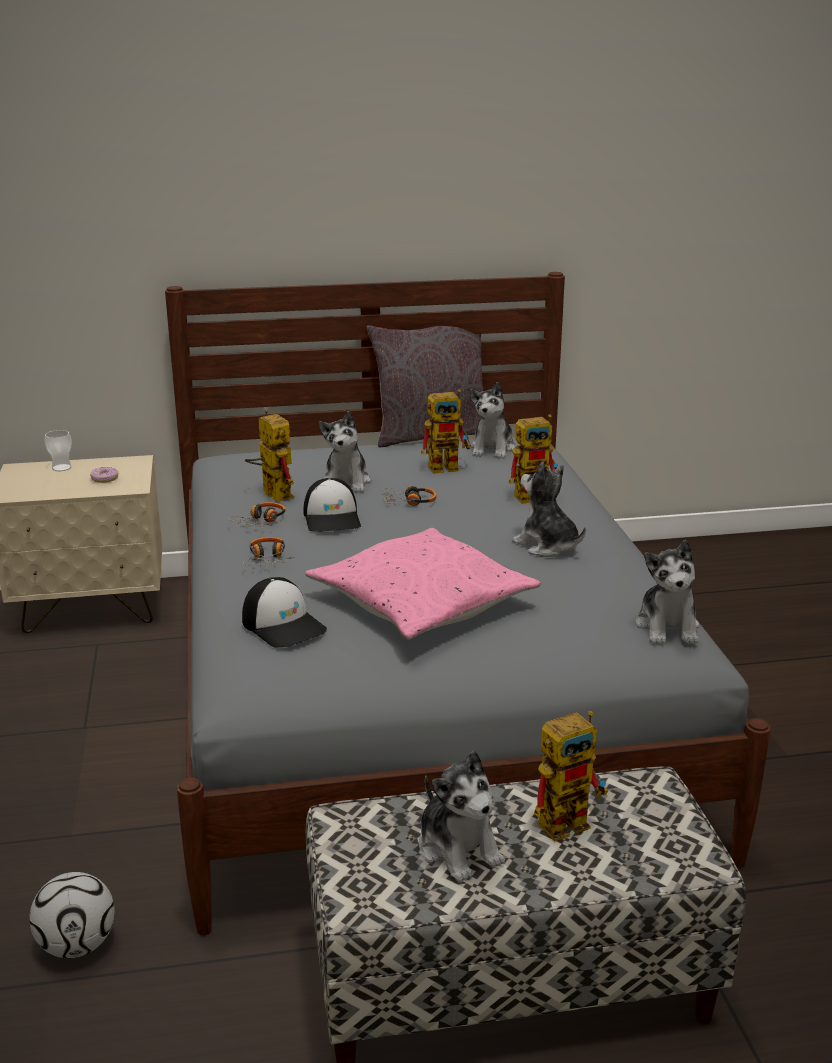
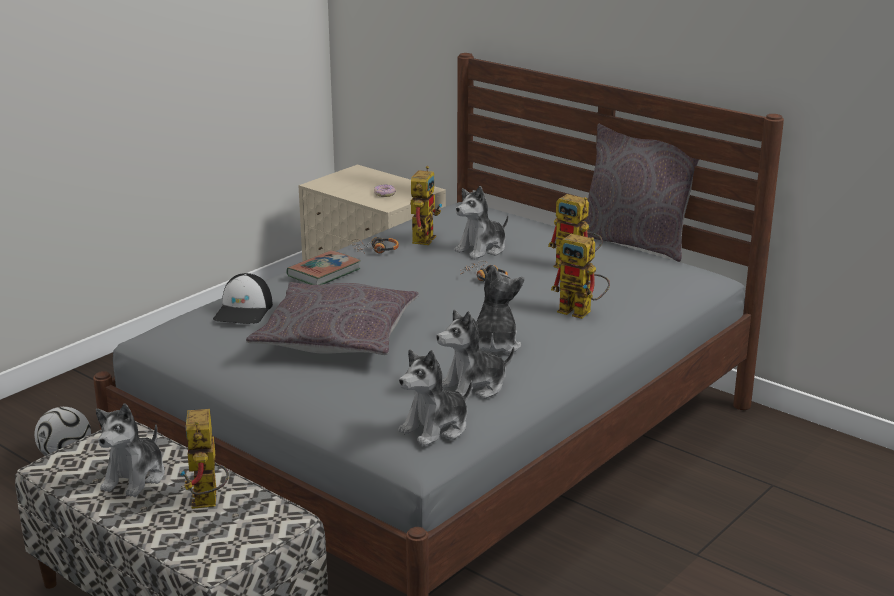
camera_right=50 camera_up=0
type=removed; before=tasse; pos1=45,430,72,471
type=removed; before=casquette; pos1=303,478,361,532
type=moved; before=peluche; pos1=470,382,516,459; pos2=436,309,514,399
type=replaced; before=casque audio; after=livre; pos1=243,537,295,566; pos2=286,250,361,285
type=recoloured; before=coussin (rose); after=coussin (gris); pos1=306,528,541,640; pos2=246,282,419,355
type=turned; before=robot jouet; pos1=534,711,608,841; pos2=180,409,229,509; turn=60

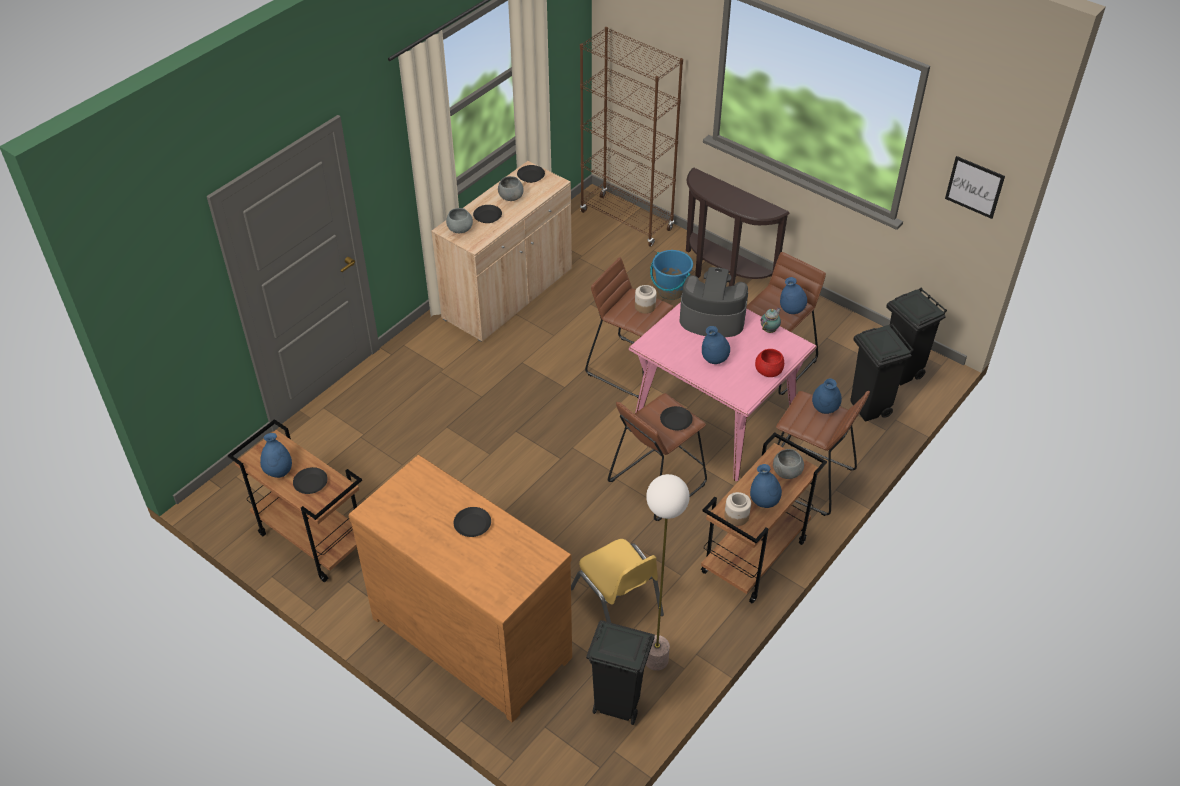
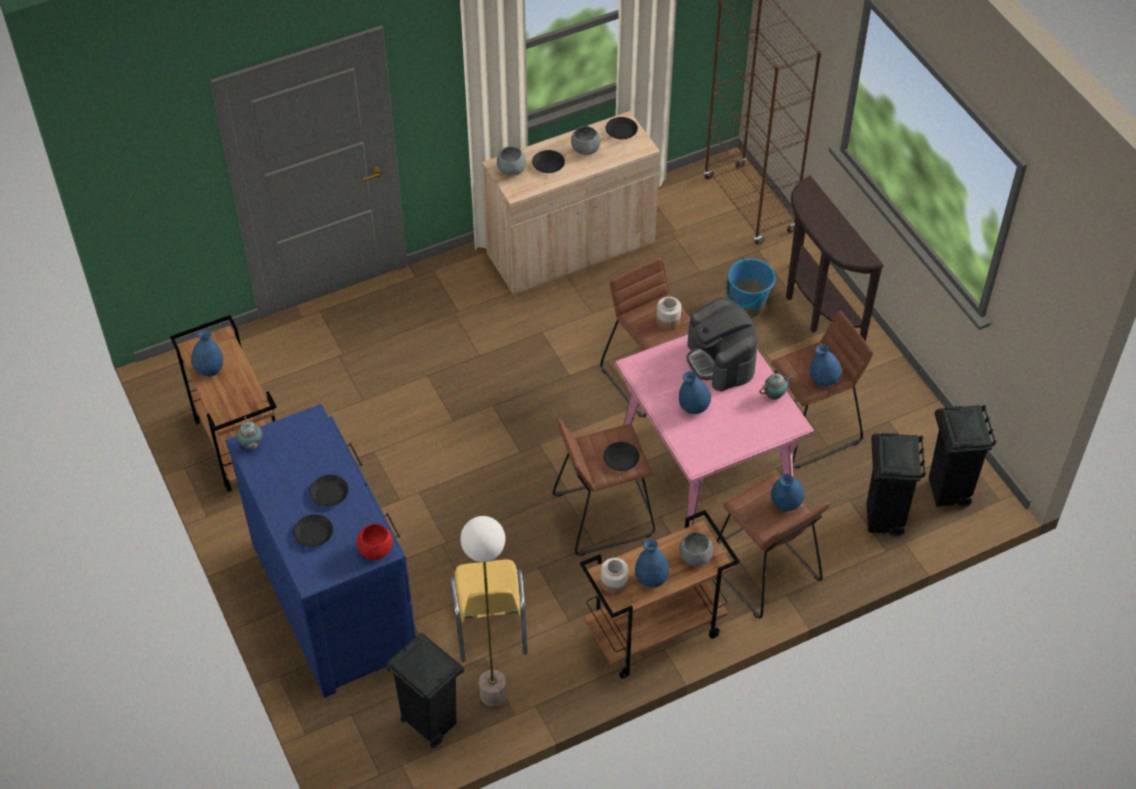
camera_right=25 camera_up=5
type=removed; before=tableau; pos1=945,156,1005,219
type=added; after=théière; pos2=237,417,263,450
type=moved; before=assiette (noir); pos1=293,467,328,494; pos2=294,514,333,547
type=moved; before=bol (rouge); pos1=755,349,784,377; pos2=357,524,393,560
type=recoloured; before=commode (marron); after=commode (bleu); pos1=348,455,572,722; pos2=226,404,416,698
type=turned; before=machine à café; pos1=680,267,748,337; pos2=686,298,757,391; turn=-150

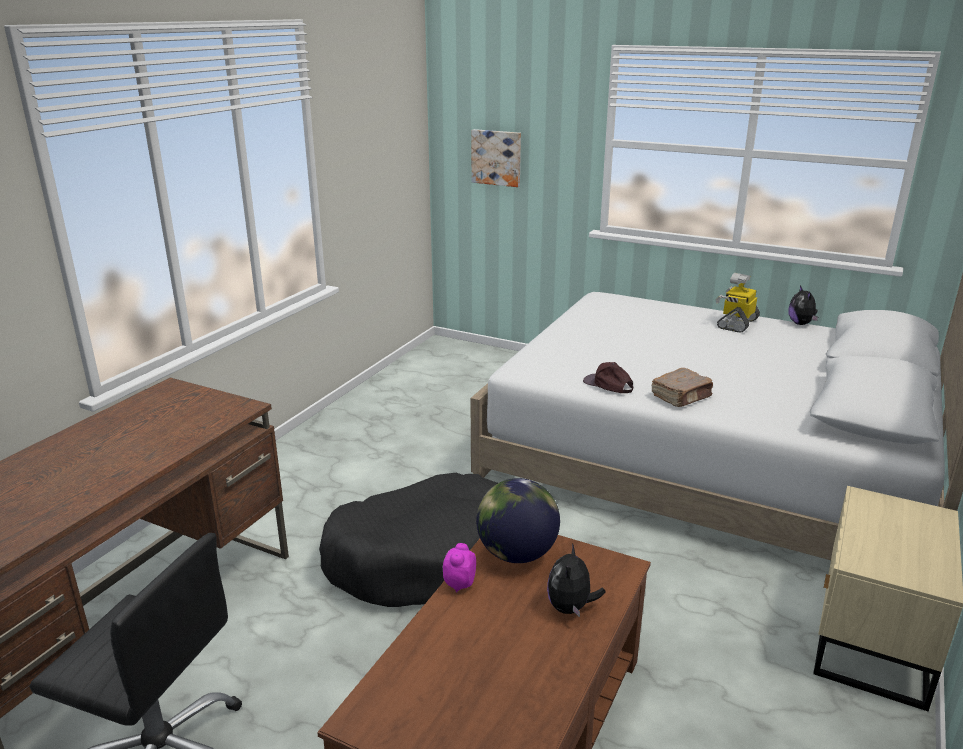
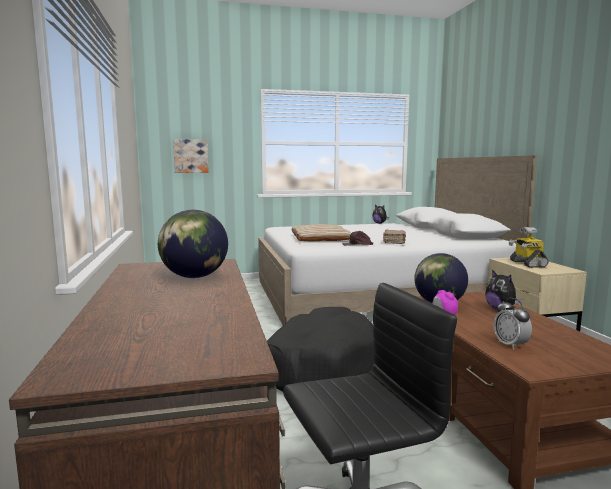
camera_right=-40 camera_up=-15
type=added; after=globe; pos2=158,210,228,278
type=added; after=coussin (beige); pos2=292,224,351,241
type=added; after=réveil; pos2=494,298,532,350
type=moved; before=robot jouet; pos1=716,273,760,333; pos2=509,227,548,268

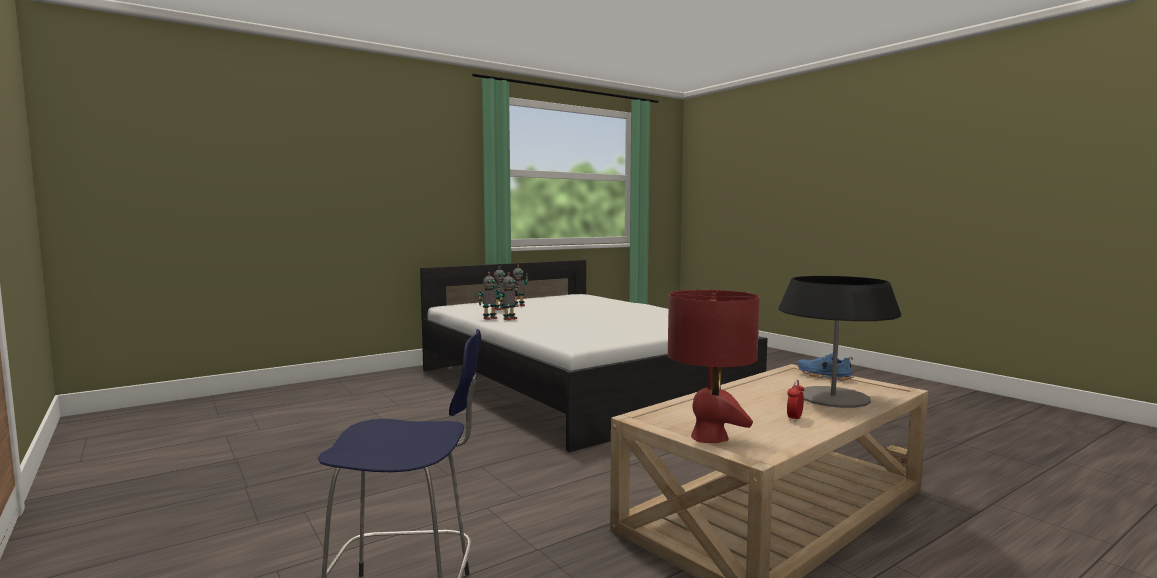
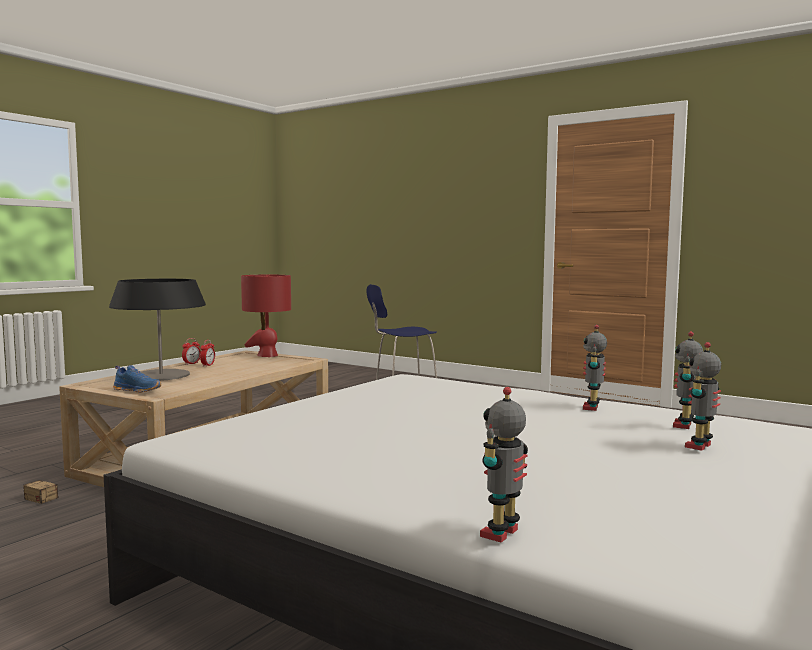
camera_right=160 camera_up=0
type=added; after=réveil; pos2=182,338,201,365
type=moved; before=robot jouet; pos1=478,272,500,320; pos2=480,387,528,543

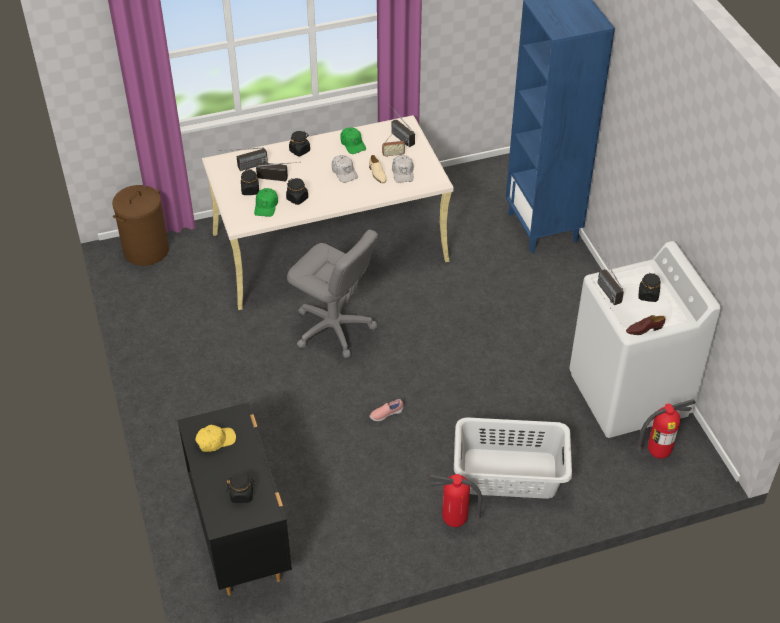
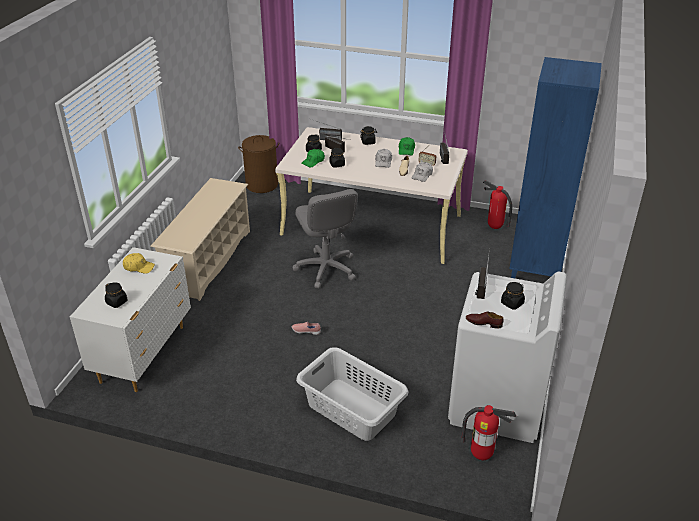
camera_right=35 camera_up=-10
type=added; after=étagère à chaussures (beige); pos2=150,178,250,301
type=moved; before=extincteur; pos1=427,474,482,527; pos2=483,180,512,229
type=recoloured; before=commode (noir); after=commode (blanc); pos1=177,402,292,596; pos2=70,247,191,392

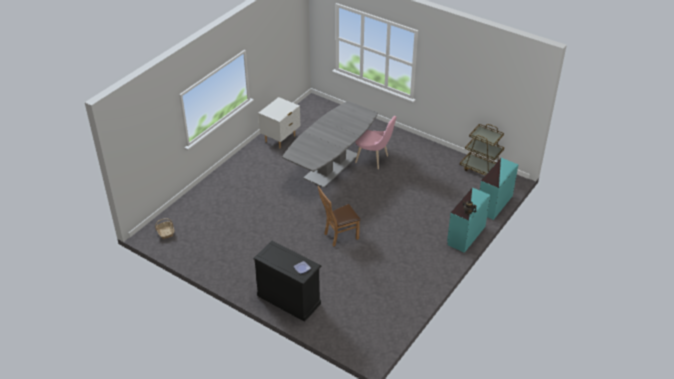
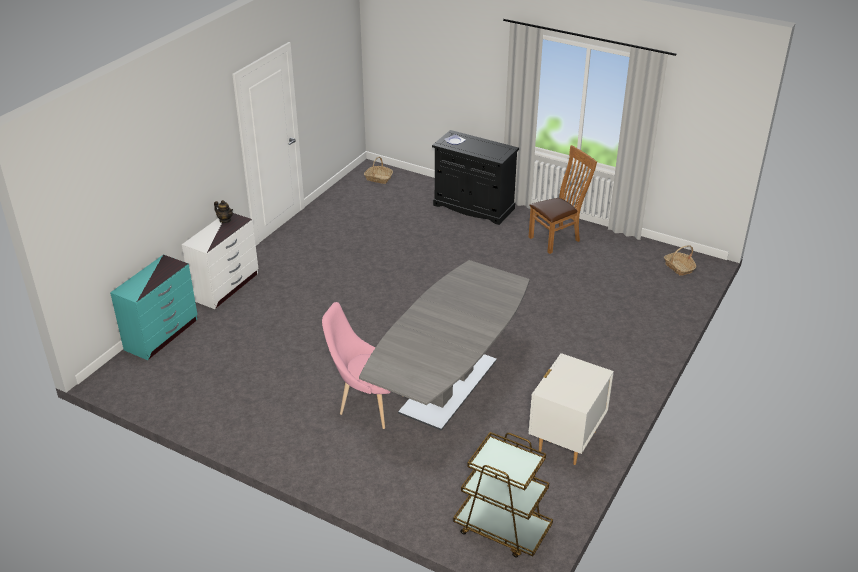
camera_right=175 camera_up=-5
type=added; after=panier; pos2=364,157,393,184
type=moved; before=chaise (marron); pos1=318,186,361,247; pos2=529,145,597,254
type=moved; before=chariot (marron); pos1=460,124,504,175; pos2=453,432,553,558
type=recoloured; before=commode (turquoise); after=commode (blanc); pos1=447,187,490,253; pos2=182,213,259,309

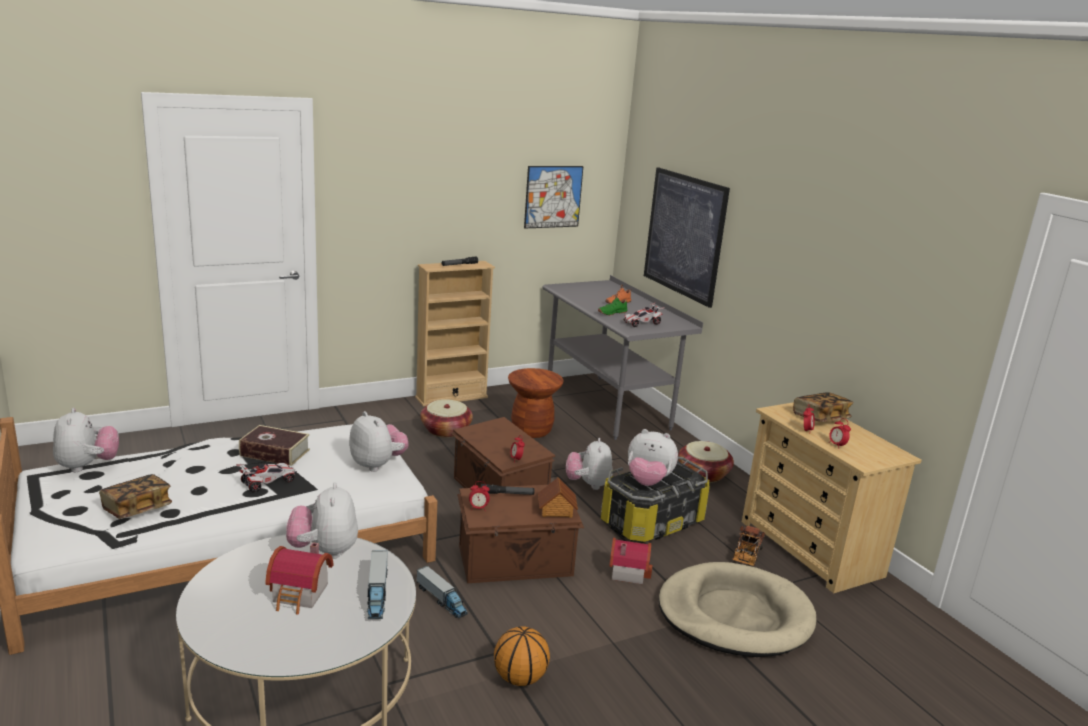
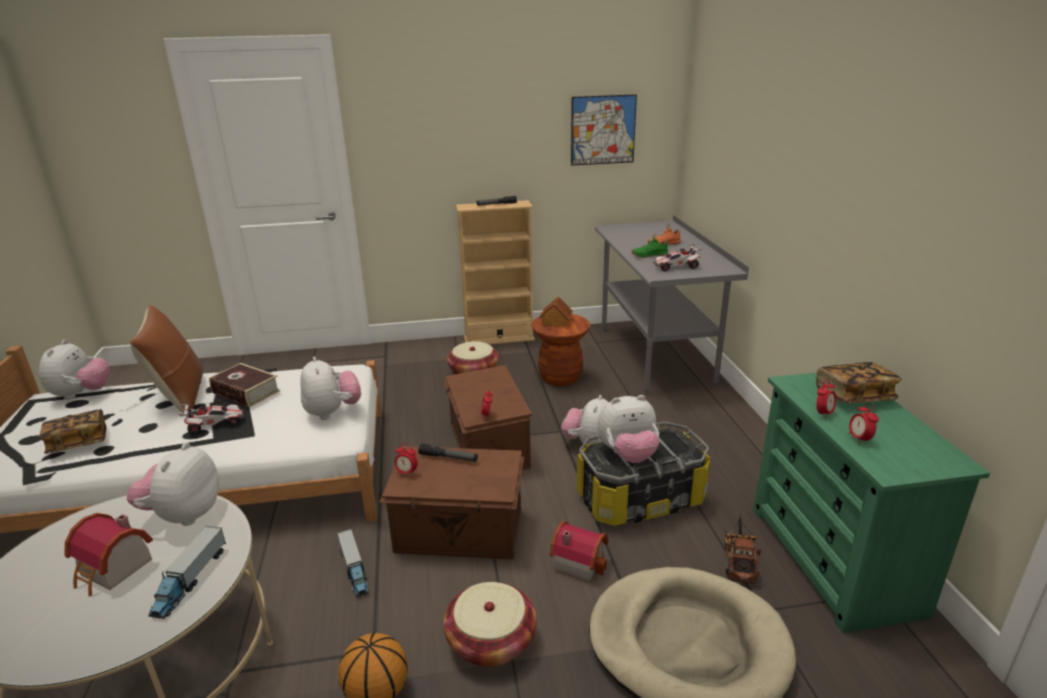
camera_right=20 camera_up=5
type=removed; before=tableau; pos1=644,168,730,308
type=added; after=coussin (marron); pos2=130,305,203,413
type=moved; before=maison miniature; pos1=538,477,578,518; pos2=539,296,573,327
type=moved; before=panier; pos1=678,441,734,483; pos2=443,582,537,667
type=recoloured; before=commode (beige); after=commode (vert); pos1=742,402,922,593; pos2=753,372,990,633
type=turned; before=peluche; pos1=628,429,678,486; pos2=598,395,659,463; turn=-45
type=turned; before=camion jouet; pos1=732,526,765,566; pos2=725,514,761,584; turn=150

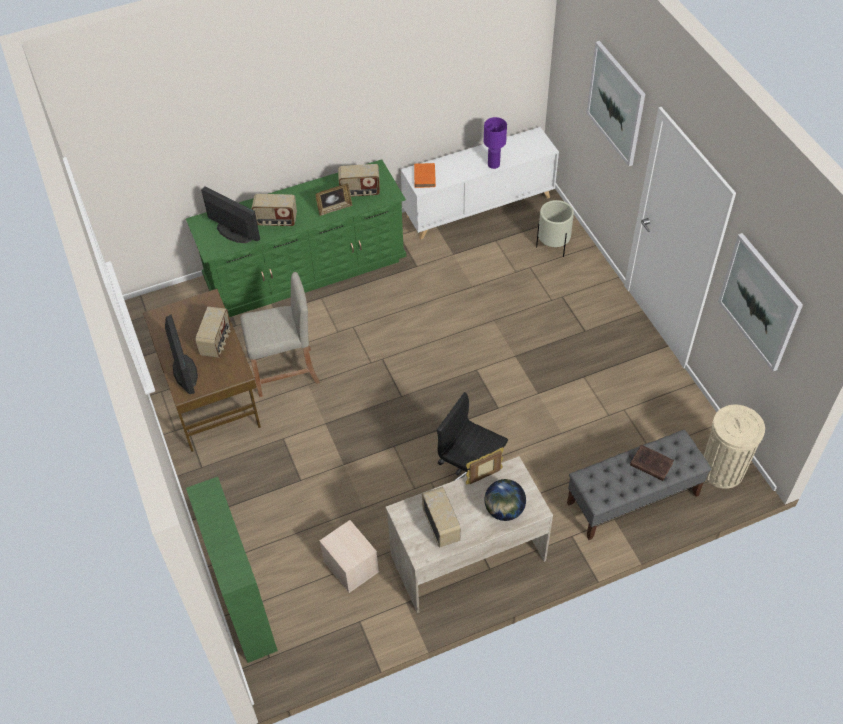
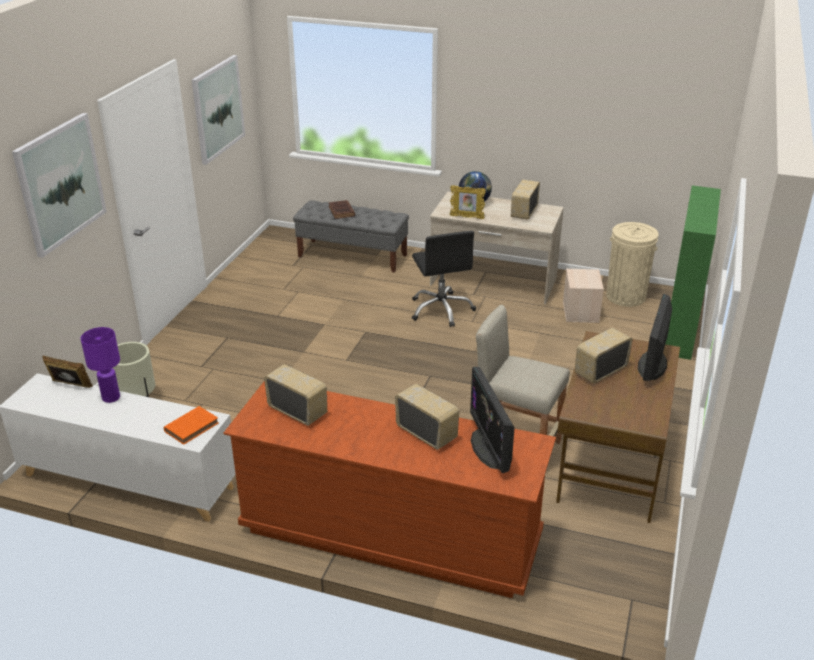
camera_right=-140 camera_up=-20
type=moved; before=cadre photo; pos1=316,184,352,216; pos2=42,356,93,388
type=moved; before=poubelle (beige); pos1=704,404,765,489; pos2=606,222,659,307
type=recoloured; before=commode (vert); after=commode (marron); pos1=186,159,406,317; pos2=223,381,556,598

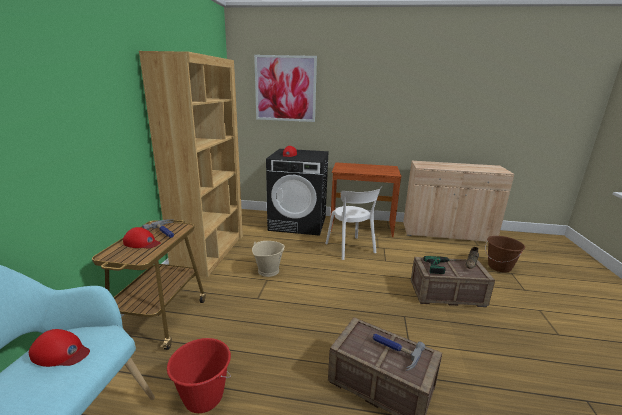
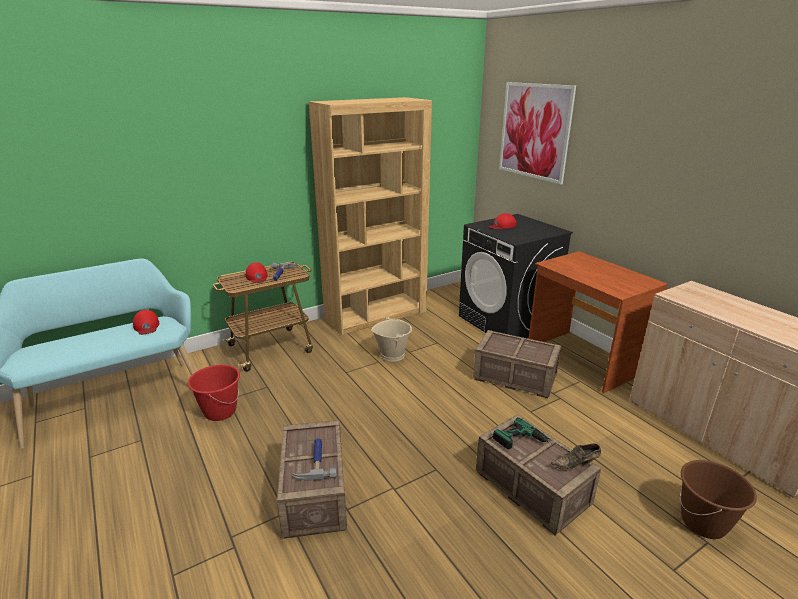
camera_right=50 camera_up=5
type=replaced; before=chaise (blanc); after=caisse; pos1=325,186,382,260; pos2=473,330,561,398

